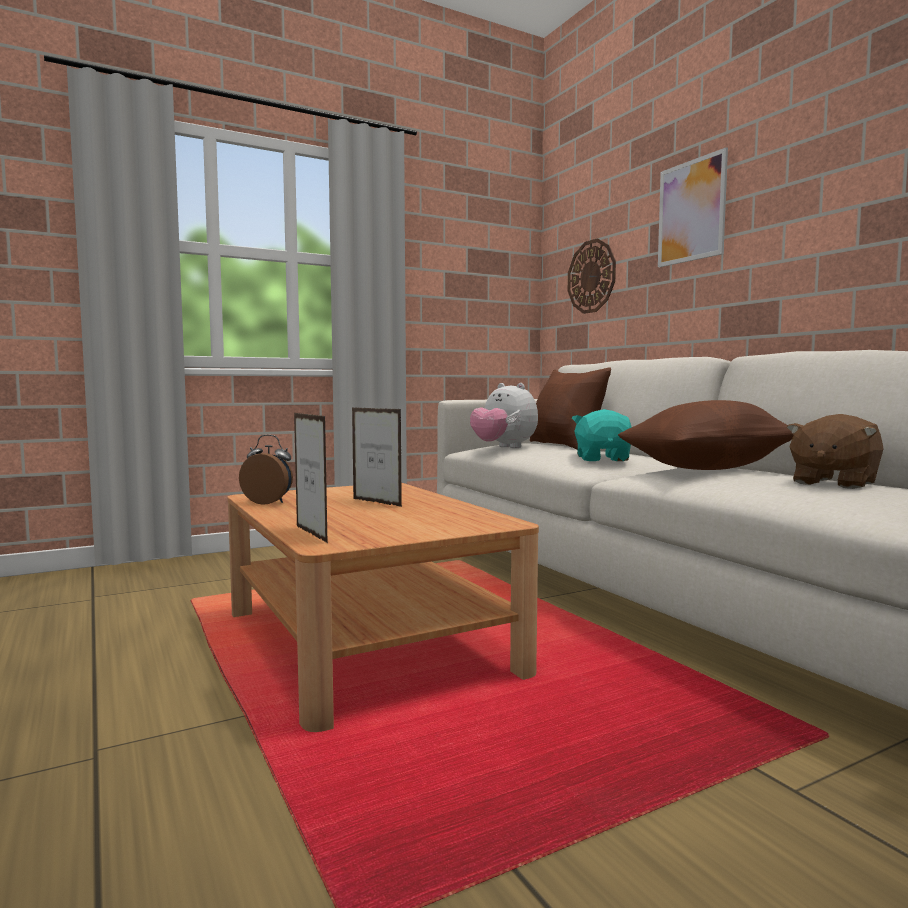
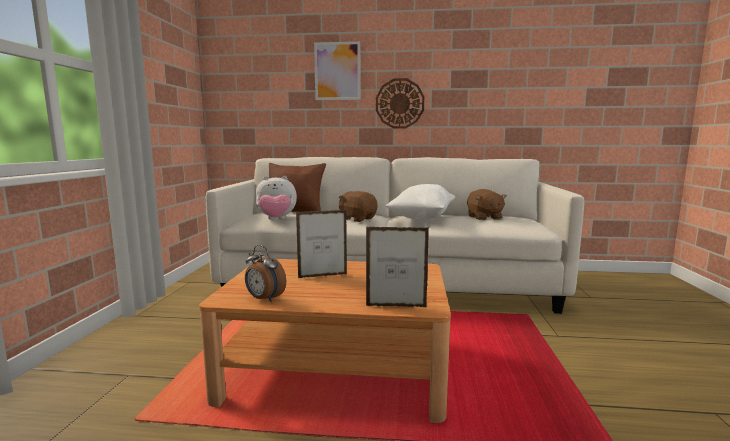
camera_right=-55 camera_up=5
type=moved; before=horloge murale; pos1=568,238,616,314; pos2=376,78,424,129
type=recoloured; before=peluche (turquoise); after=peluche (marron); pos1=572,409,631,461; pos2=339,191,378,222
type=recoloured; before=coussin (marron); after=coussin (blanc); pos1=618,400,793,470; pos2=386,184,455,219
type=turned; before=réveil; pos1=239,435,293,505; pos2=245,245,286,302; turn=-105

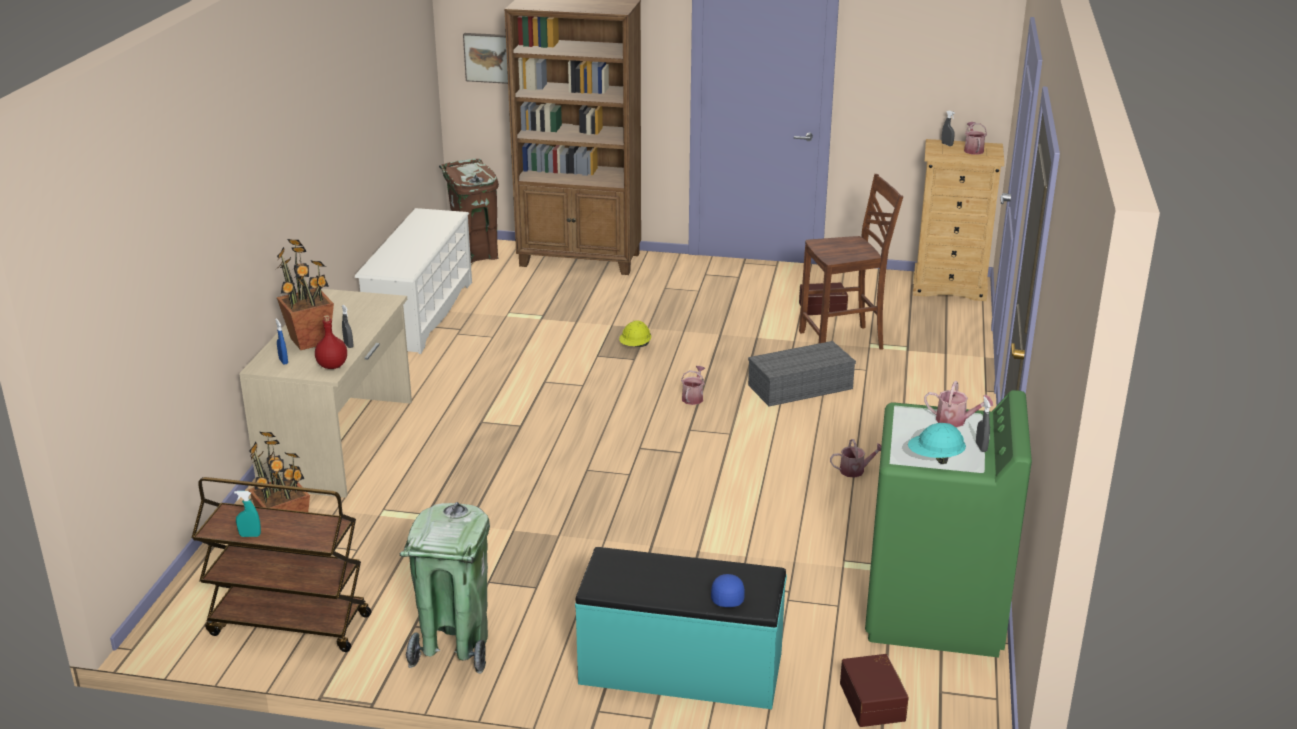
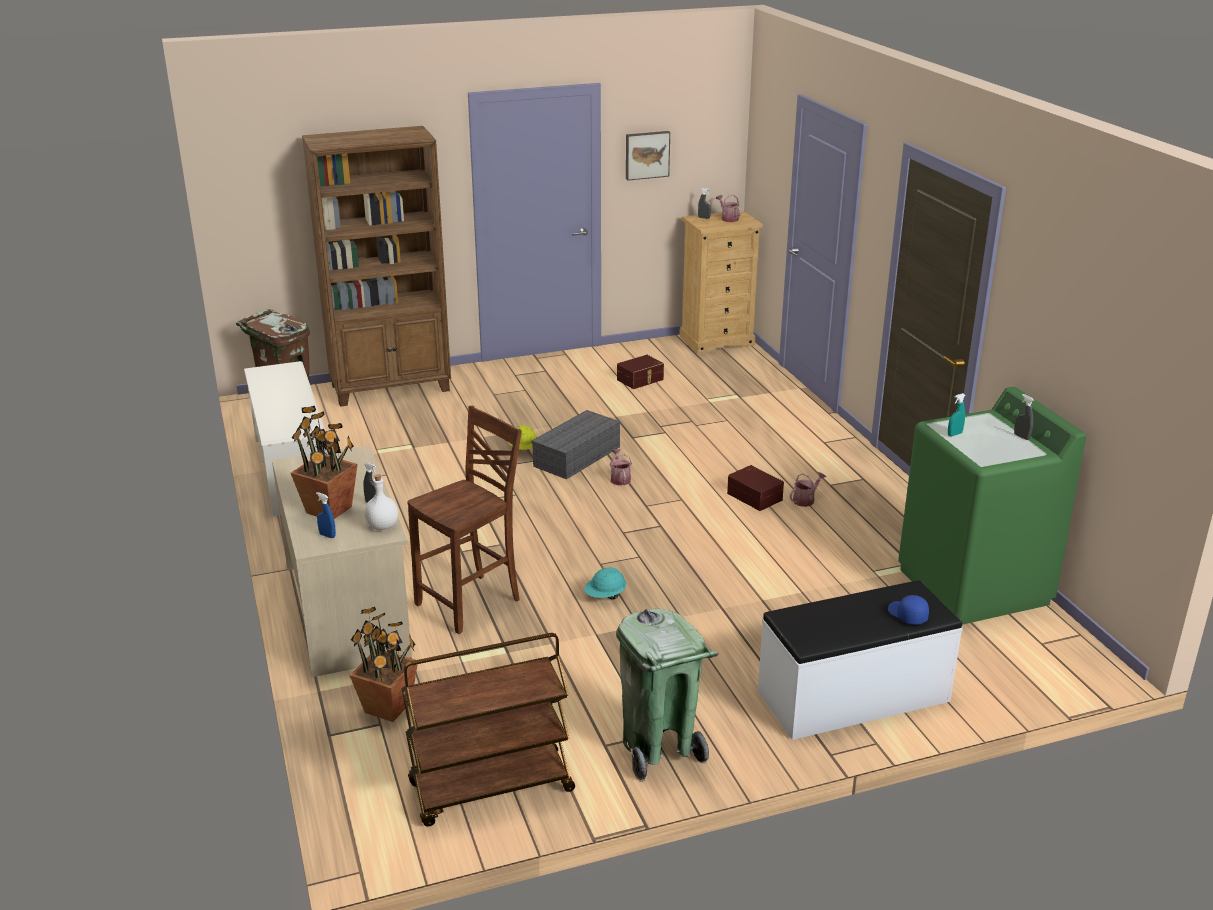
camera_right=-30 camera_up=0
type=removed; before=arrosoir; pos1=924,381,993,428
type=moved; before=vaporisateur (turquoise); pos1=234,491,261,537; pos2=948,393,966,436
type=moved; before=tableau; pos1=463,33,508,84; pos2=626,131,670,181
type=moved; before=boîte de rangement (gris); pos1=748,341,856,407; pos2=531,410,621,479
type=moved; before=chaise (marron); pos1=799,174,903,349; pos2=407,405,522,634
type=moved; before=boîte de rangement (marron); pos1=840,654,909,727; pos2=727,465,784,511
type=moved; before=casque de chantier (turquoise); pos1=908,423,966,464; pos2=584,567,626,600
type=recoloured; before=bouteille (rouge); after=bouteille (blanc); pos1=315,315,347,369; pos2=365,474,398,530
type=recoloured; before=banc (turquoise); after=banc (blanc); pos1=575,547,787,709; pos2=758,580,963,740

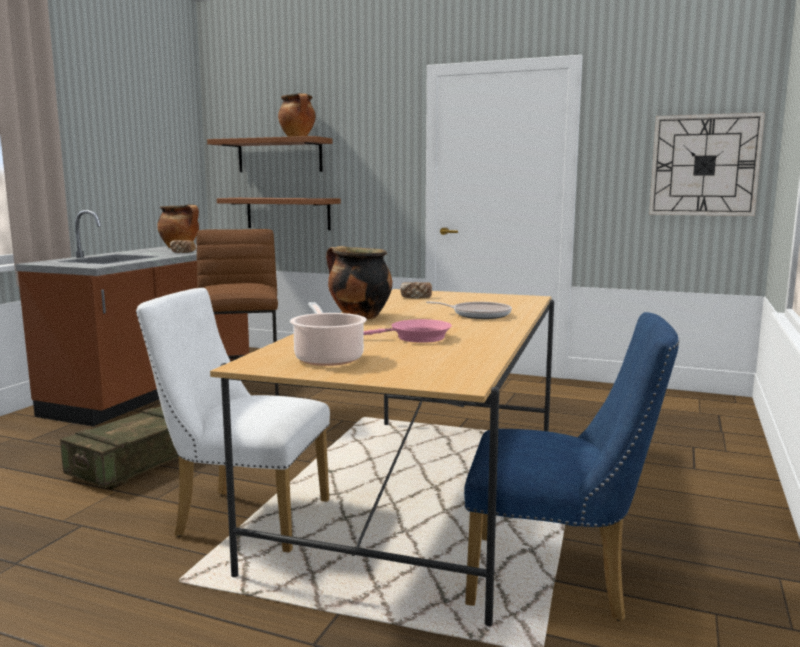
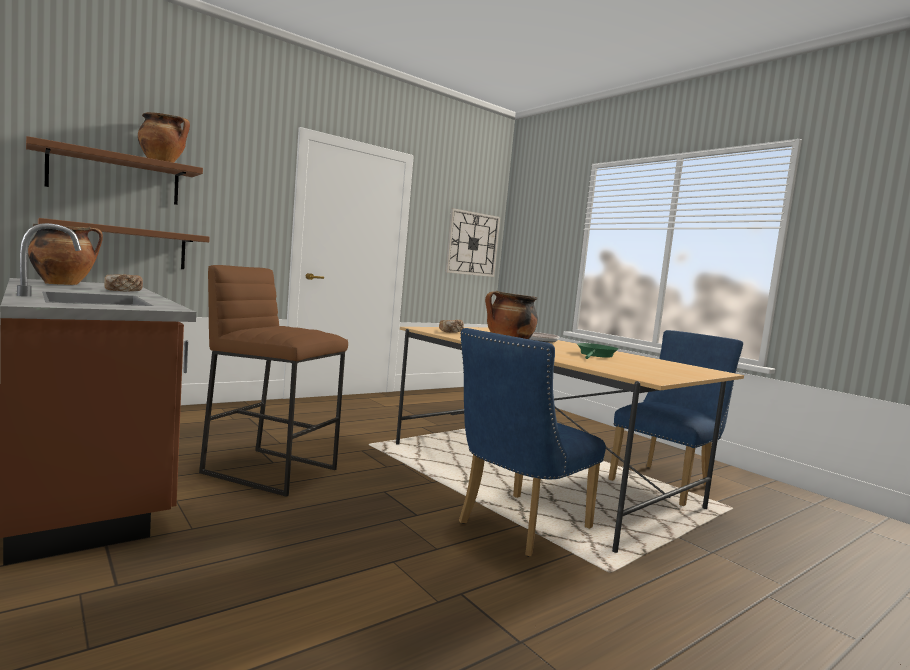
camera_right=-60 camera_up=-5
type=removed; before=caisse; pos1=60,406,179,490
type=removed; before=marmite; pos1=290,302,367,366
type=recoloured; before=chaise (blanc); after=chaise (bleu); pos1=136,288,330,553; pos2=459,328,606,557
type=recoloured; before=poêle (rose); after=poêle (vert); pos1=363,319,452,343; pos2=577,343,618,359

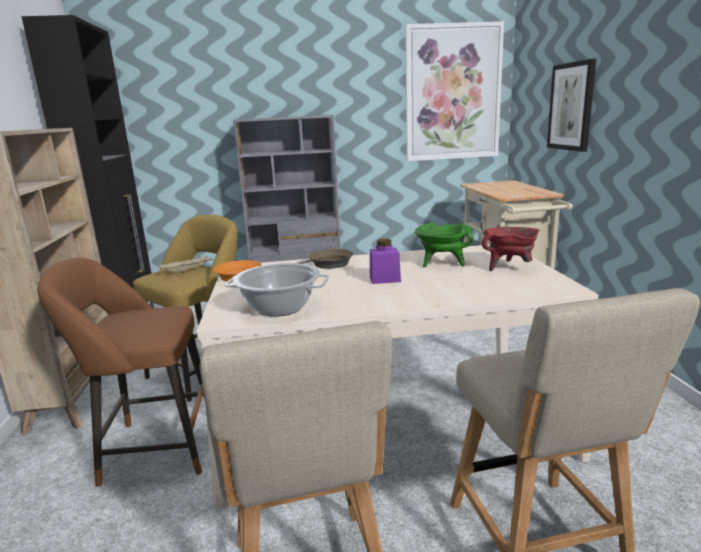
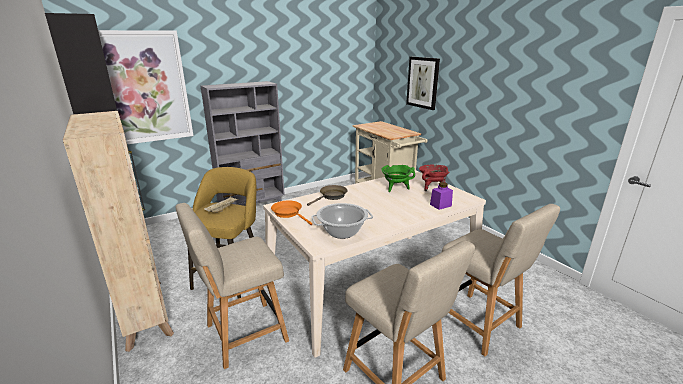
camera_right=-25 camera_up=5
type=moved; before=bocal (violet); pos1=370,239,401,284; pos2=430,182,453,210
type=moved; before=tableau; pos1=405,21,504,161; pos2=98,30,194,144
type=replaced; before=tabouret (marron); after=chaise (beige); pos1=37,258,205,487; pos2=175,203,289,369

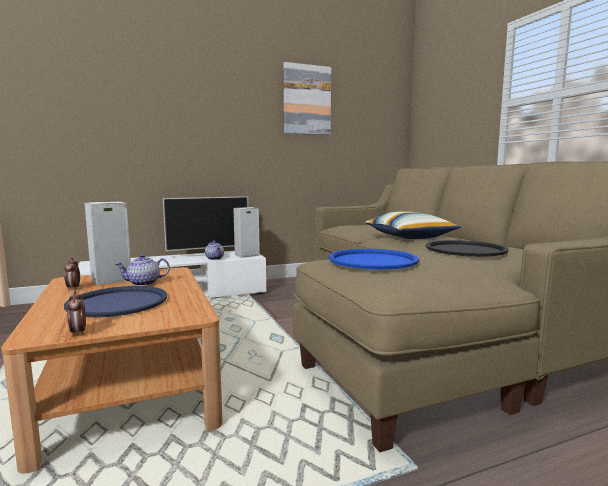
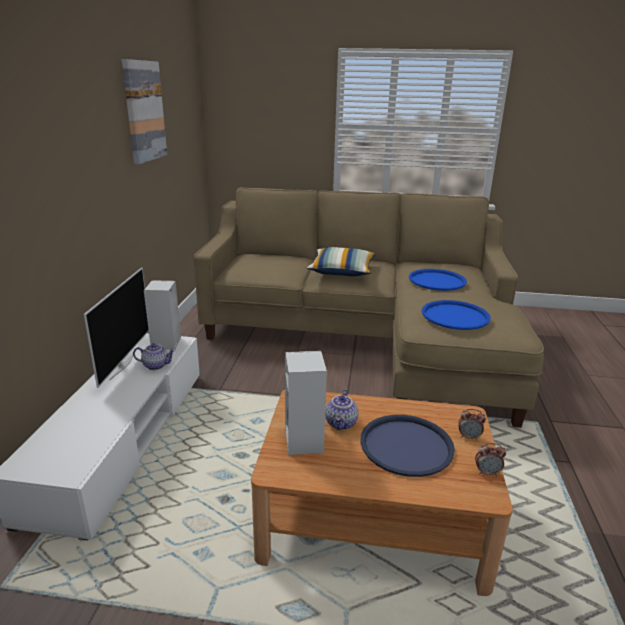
camera_right=-60 camera_up=15
type=moved; before=réveil; pos1=64,258,80,291; pos2=458,409,486,440
type=recoloured; before=plateau (noir); after=plateau (bleu); pos1=426,240,509,257; pos2=409,269,467,291

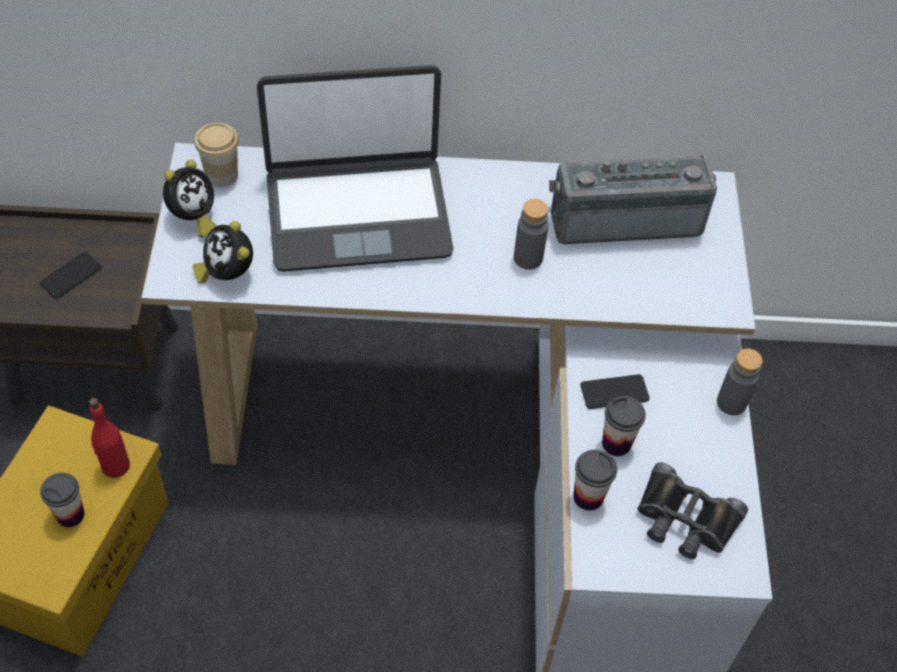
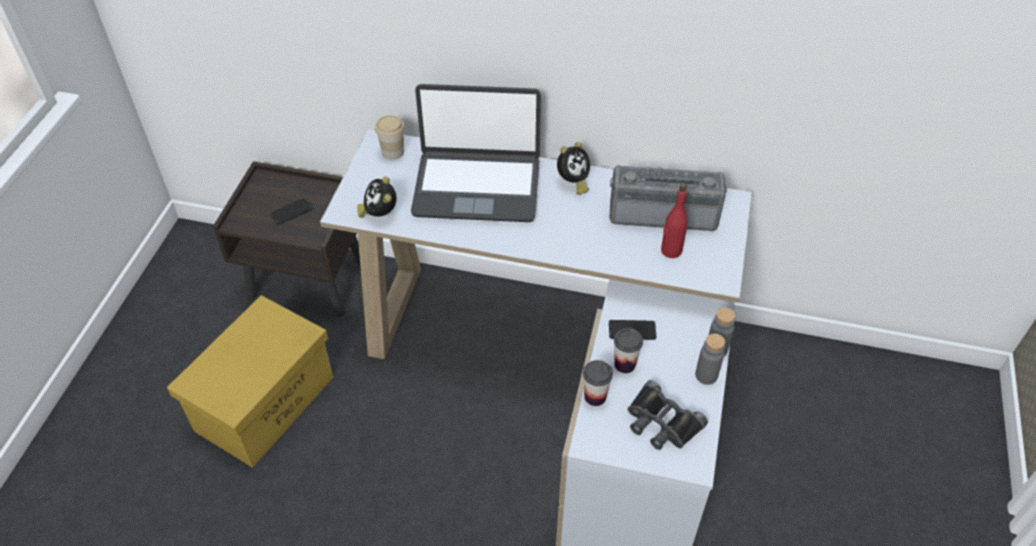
camera_right=15 camera_up=-5
type=removed; before=tasse; pos1=40,473,84,527
type=moved; before=bouteille (rouge); pos1=89,398,130,478; pos2=661,183,688,258
type=moved; before=réveil; pos1=163,160,216,237; pos2=557,142,590,195
type=moved; before=bouteille (gris); pos1=514,199,548,270; pos2=695,333,725,385

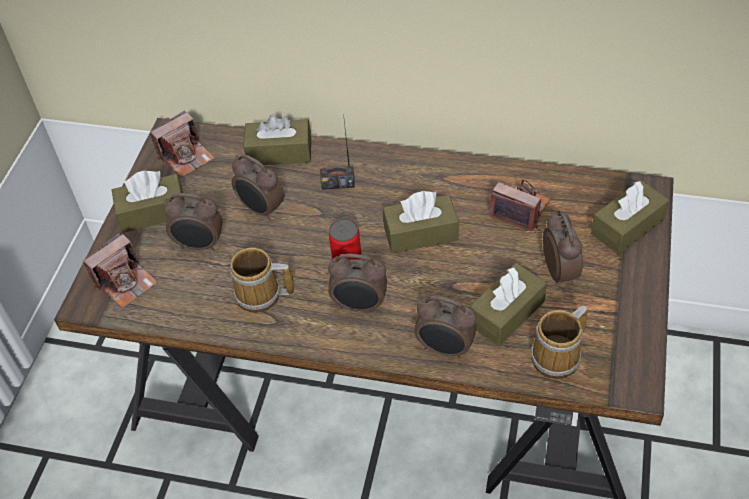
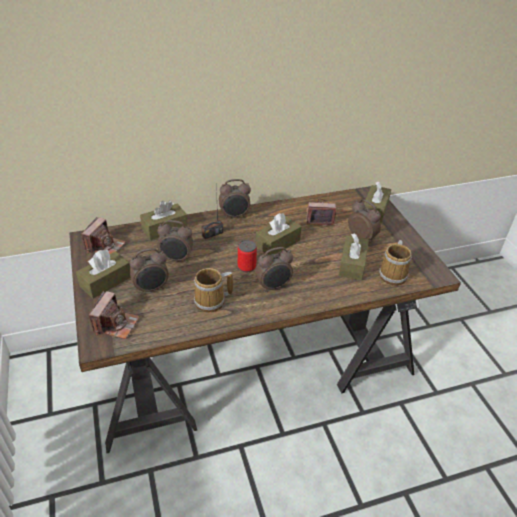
camera_right=-35 camera_up=-10
type=moved; before=réveil; pos1=414,296,477,359; pos2=219,179,251,219

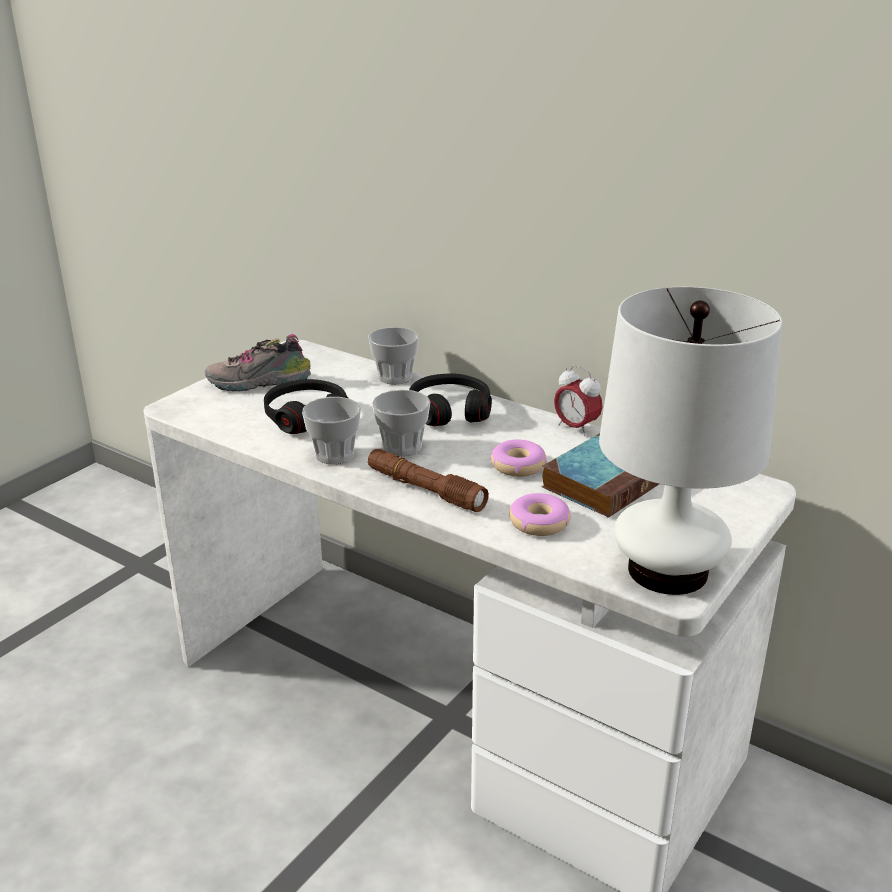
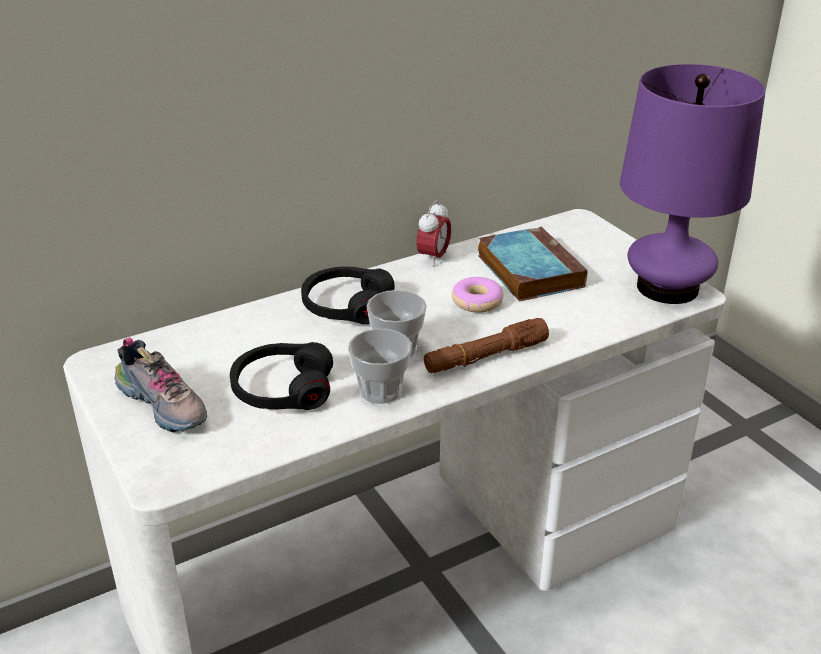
camera_right=-65 camera_up=5
type=removed; before=tasse; pos1=369,327,419,384
type=removed; before=beignet; pos1=509,493,571,536
type=recoloured; before=lampe de table (blanc); after=lampe de table (violet); pos1=599,287,783,595; pos2=620,64,766,304
type=turned; before=chaussure; pos1=204,334,311,392; pos2=114,337,207,433; turn=-60
type=turned; before=réveil; pos1=554,365,603,436; pos2=416,200,451,266; turn=-45

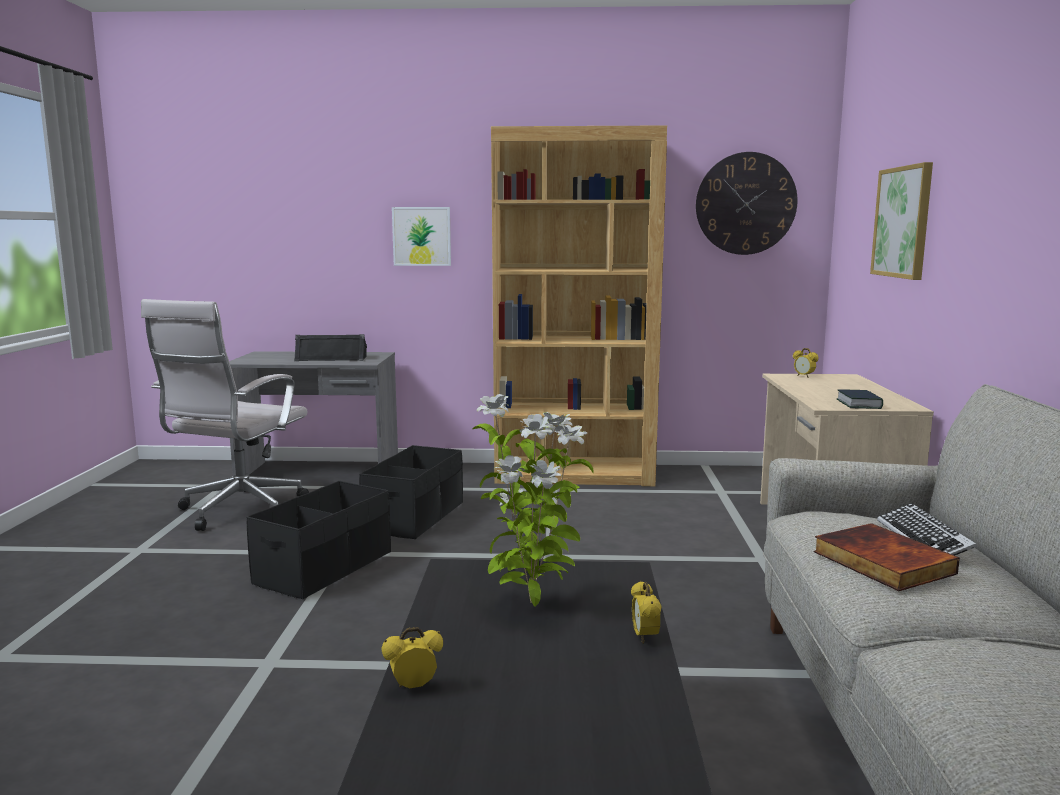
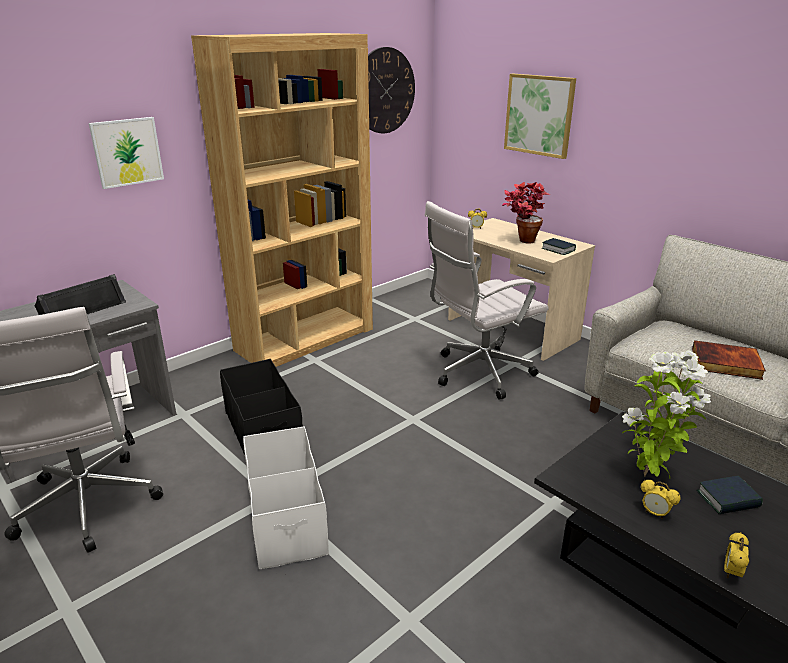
camera_right=-45 camera_up=15
type=removed; before=clavier; pos1=877,503,977,555
type=added; after=chaise de bureau (blanc); pos2=425,201,549,400
type=added; after=plante en pot; pos2=502,182,550,244
type=added; after=livre; pos2=696,476,763,514
type=moved; before=réveil; pos1=631,581,662,644; pos2=641,480,681,519
type=recoloured; before=boîte de rangement (noir); after=boîte de rangement (blanc); pos1=246,481,391,599; pos2=243,426,329,569

